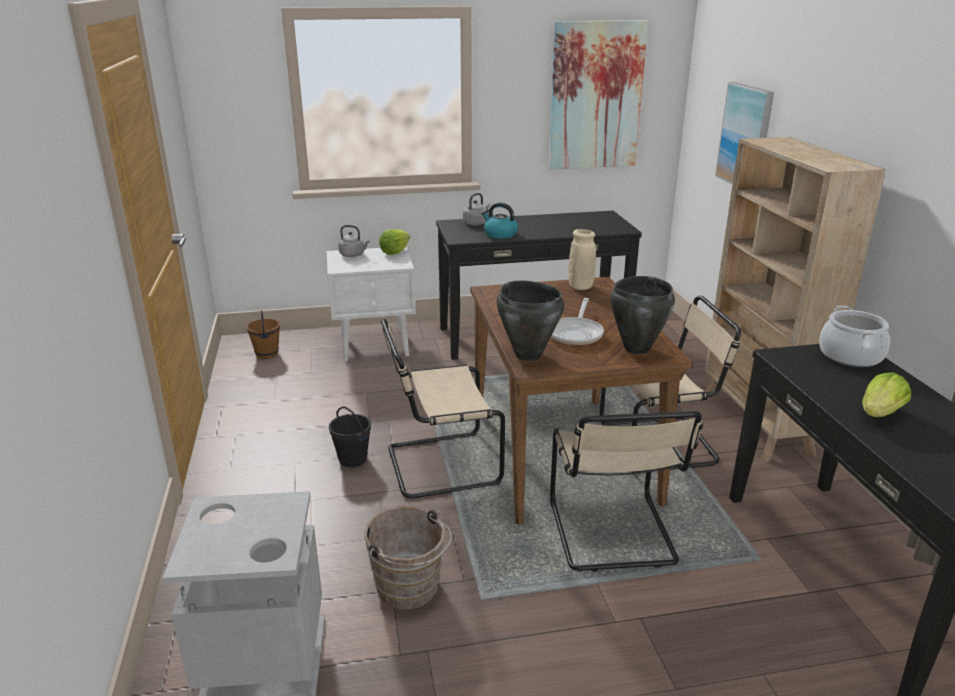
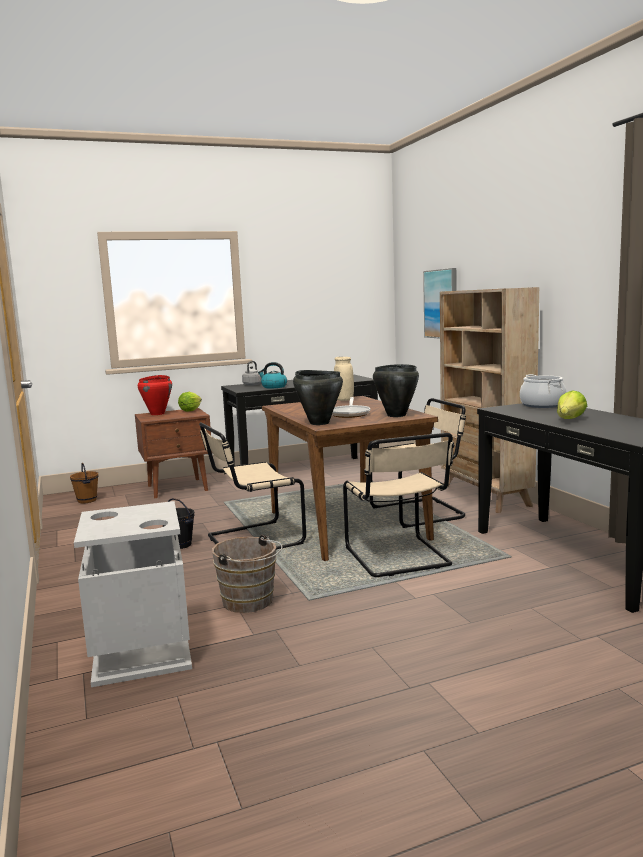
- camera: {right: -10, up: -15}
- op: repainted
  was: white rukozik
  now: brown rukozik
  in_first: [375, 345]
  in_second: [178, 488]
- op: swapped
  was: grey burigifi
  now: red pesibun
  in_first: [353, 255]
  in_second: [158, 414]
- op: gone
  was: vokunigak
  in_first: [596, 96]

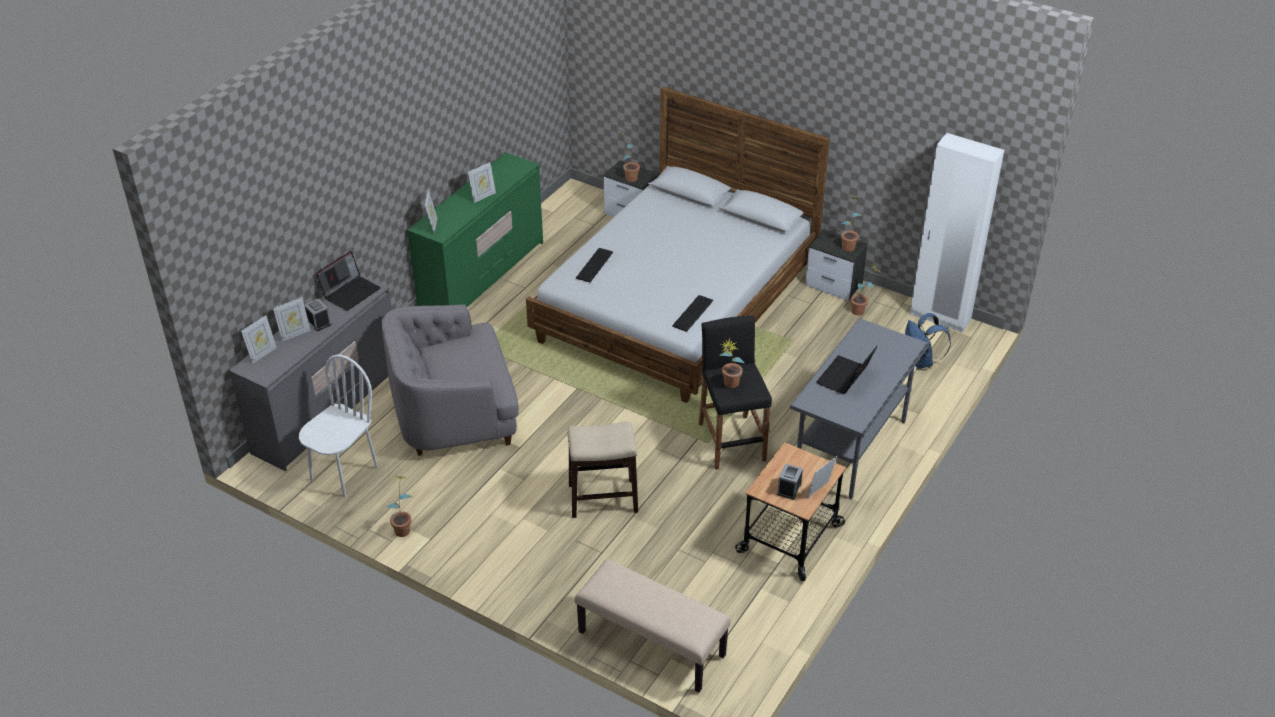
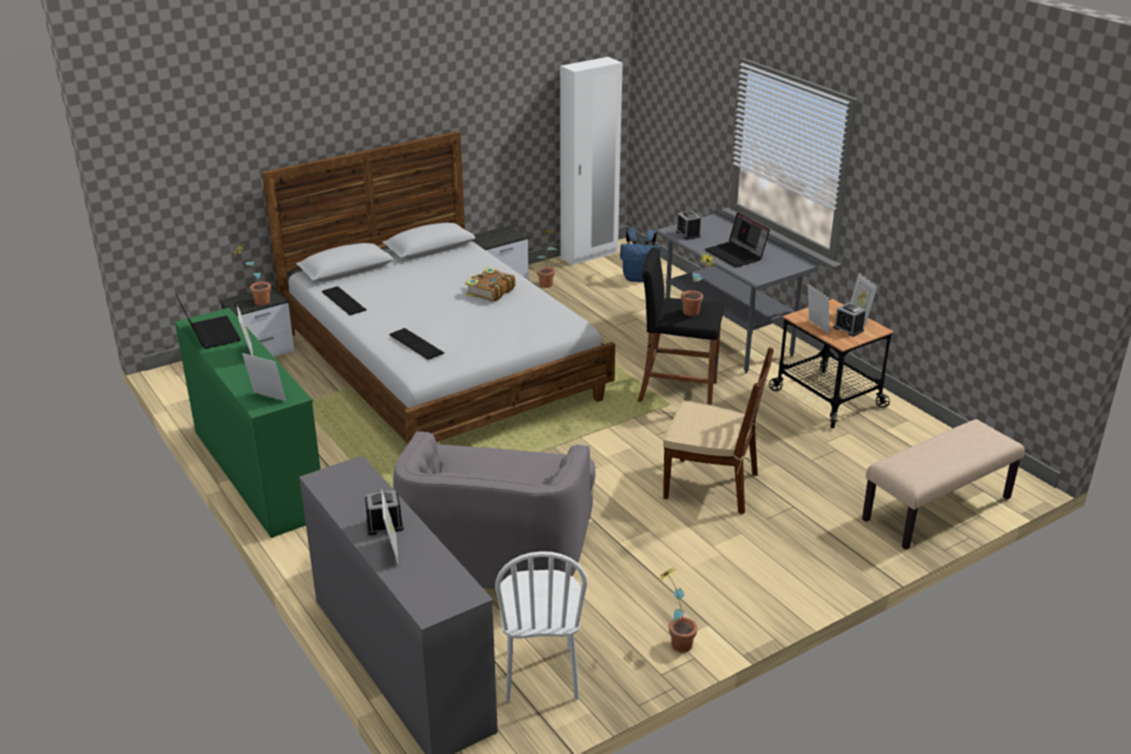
- camera: {right: -65, up: -10}
- op: shifted
  was: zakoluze
  in_first: [351, 292]
  in_second: [210, 334]
- op: shifted
  was: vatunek
  in_first: [694, 313]
  in_second: [344, 300]
- op: new
  now: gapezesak
  in_second: [490, 292]
- op: rotated
  was: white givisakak
  in_first: [344, 473]
  in_second: [540, 674]
  clockwise: -150
- op: swapped
  was: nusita
  now: brown givisakak
  in_first: [602, 498]
  in_second: [712, 486]
- op: new
  now: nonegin
  in_second: [688, 234]
- op: shifted
  was: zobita
  in_first: [262, 354]
  in_second: [816, 327]
- op: gone
  was: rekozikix
  in_first: [848, 245]

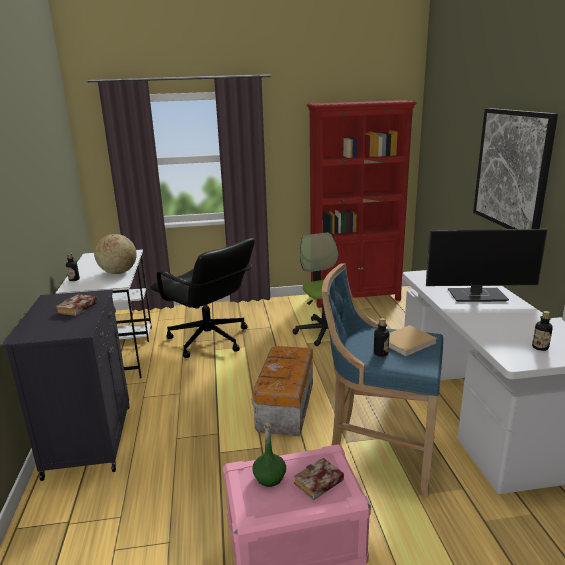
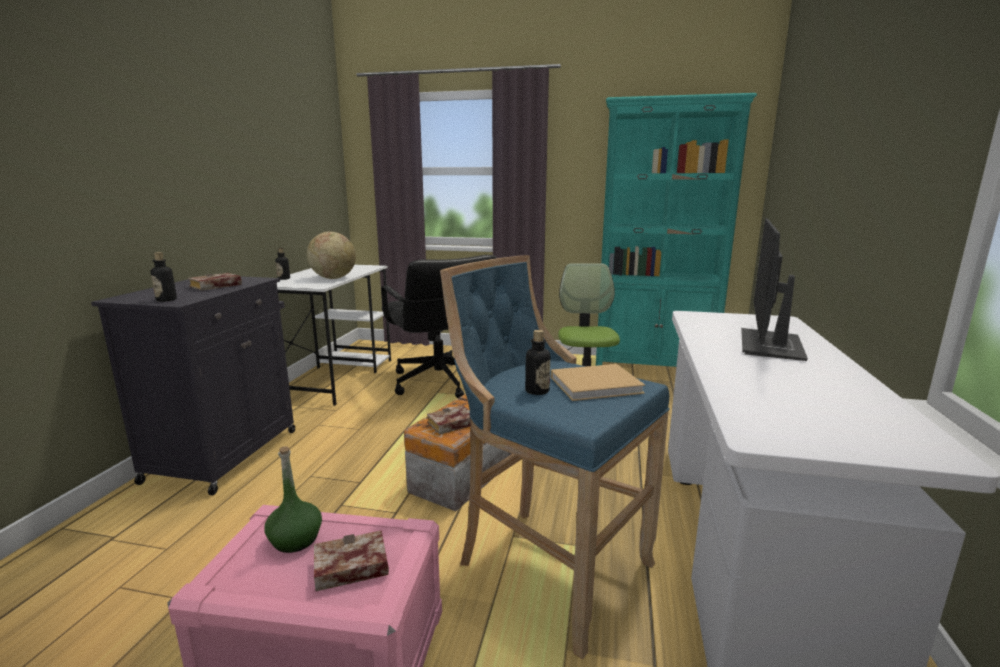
- camera: {right: 20, up: -5}
- op: shifted
  was: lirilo
  in_first: [540, 347]
  in_second: [166, 300]
- op: new
  now: gapezesak
  in_second: [451, 425]
- op: repainted
  was: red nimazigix
  now: turquoise nimazigix
  in_first: [355, 297]
  in_second: [654, 367]
- op: rotated
  was: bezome
  in_first: [478, 295]
  in_second: [771, 346]
  clockwise: 90
- op: gone
  was: vokunigak
  in_first: [512, 170]

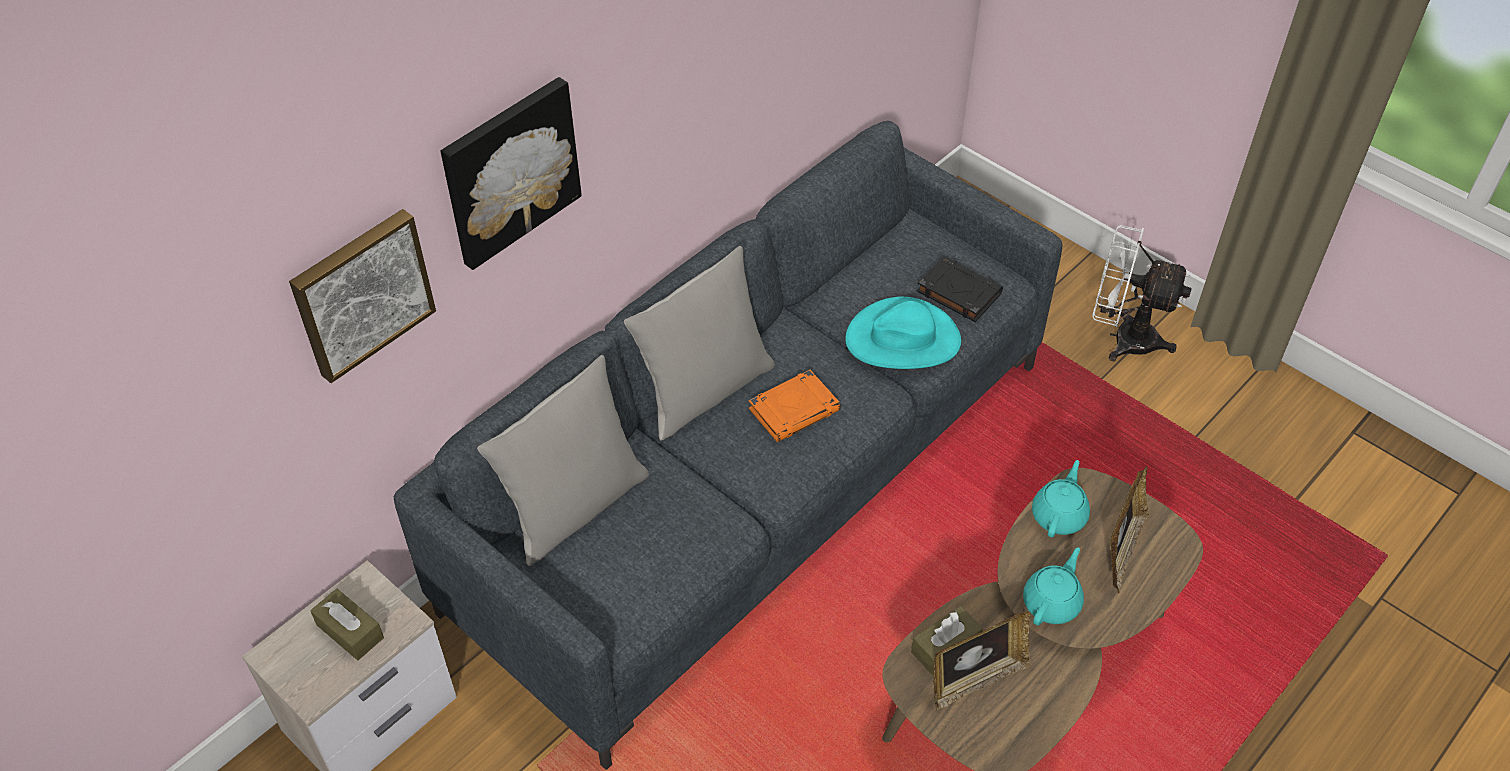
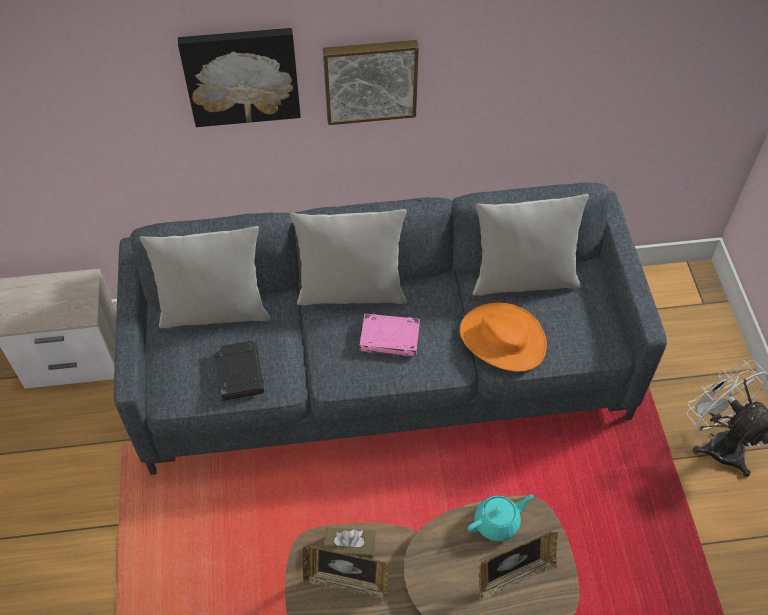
- camera: {right: 40, up: 5}
- op: shifted
  was: black gapezesak
  in_first: [957, 292]
  in_second: [239, 372]
- op: shifted
  was: vokunigak
  in_first: [361, 293]
  in_second: [370, 80]
- op: repainted
  was: orange gapezesak
  now: pink gapezesak
  in_first: [794, 409]
  in_second: [390, 338]
- op: repainted
  was: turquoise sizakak
  now: orange sizakak
  in_first: [903, 339]
  in_second: [502, 339]
- op: new
  now: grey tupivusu
  in_second: [523, 279]
- op: gone
  was: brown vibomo
  in_first: [350, 631]
- op: gone
  was: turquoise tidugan
  in_first: [1052, 602]

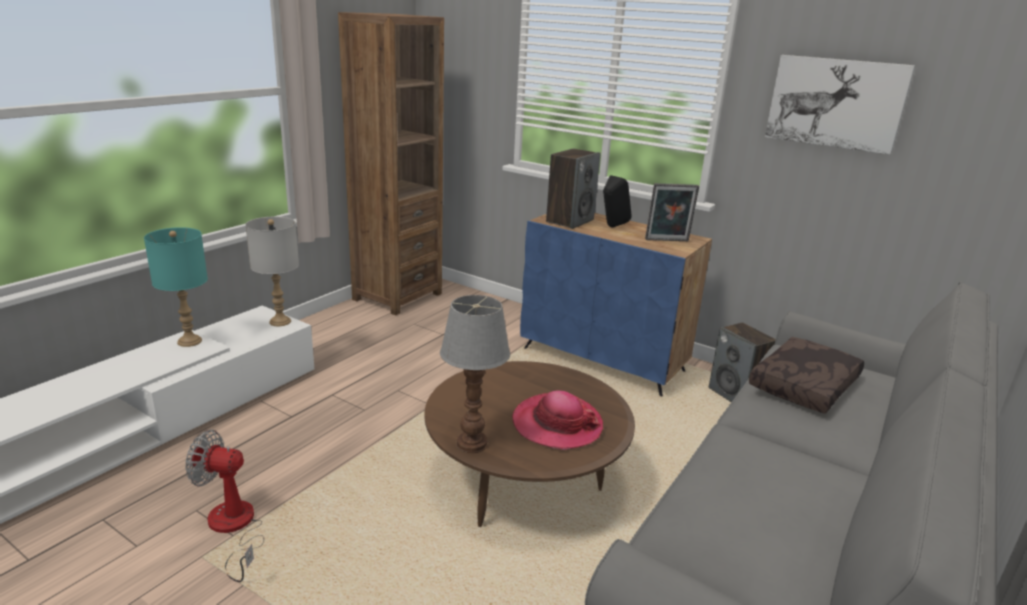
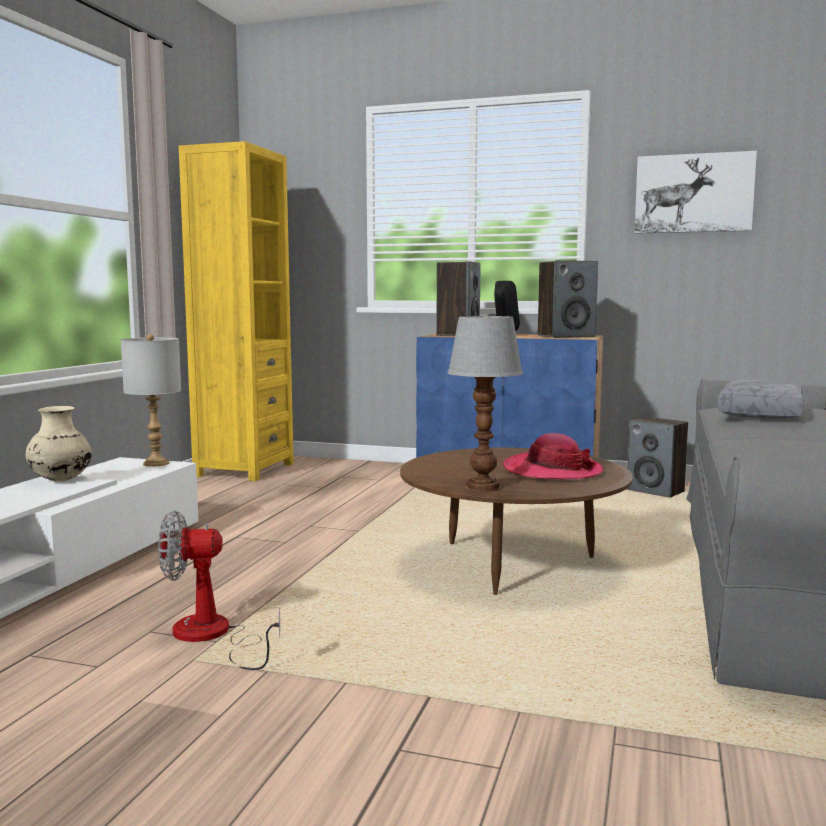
- camera: {right: -15, up: -15}
- op: swapped
  was: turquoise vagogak
  now: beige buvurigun
  in_first: [189, 341]
  in_second: [60, 480]
- op: repainted
  was: brown nimazigix
  now: yellow nimazigix
  in_first: [397, 296]
  in_second: [244, 469]
- op: swapped
  was: zobita
  now: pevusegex
  in_first: [667, 241]
  in_second: [566, 336]
- op: repainted
  was: brown tupivusu
  now: grey tupivusu
  in_first: [805, 386]
  in_second: [762, 413]

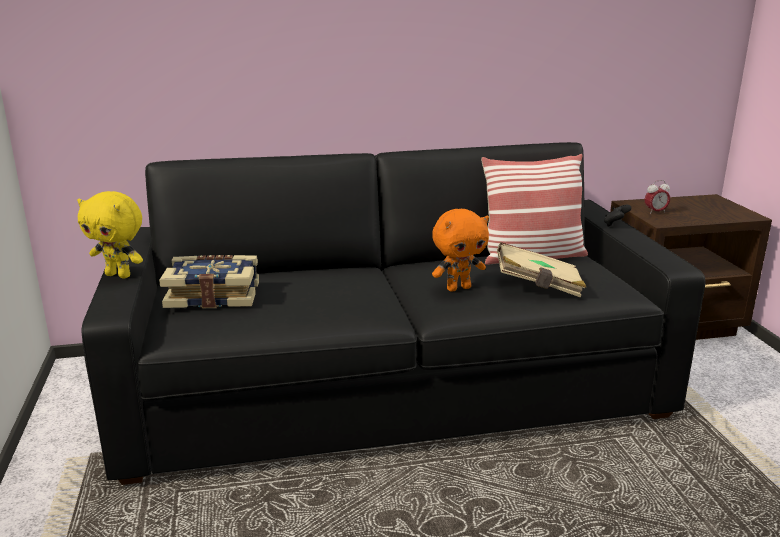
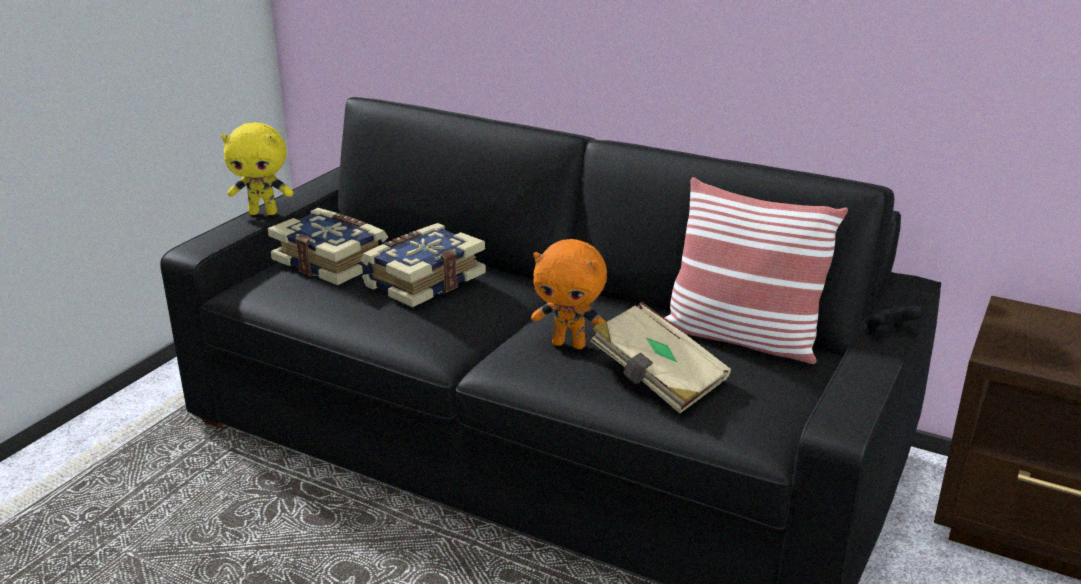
- camera: {right: 40, up: 5}
- op: rotated
  was: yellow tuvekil
  in_first: [119, 275]
  in_second: [263, 213]
  clockwise: -60
- op: new
  now: gapezesak
  in_second: [423, 280]
- op: gone
  was: nonegin
  in_first: [655, 212]

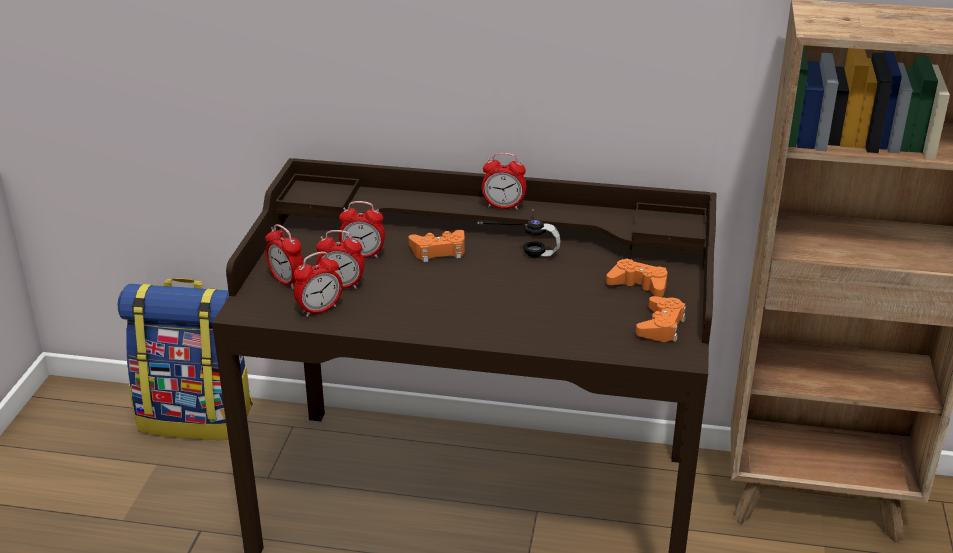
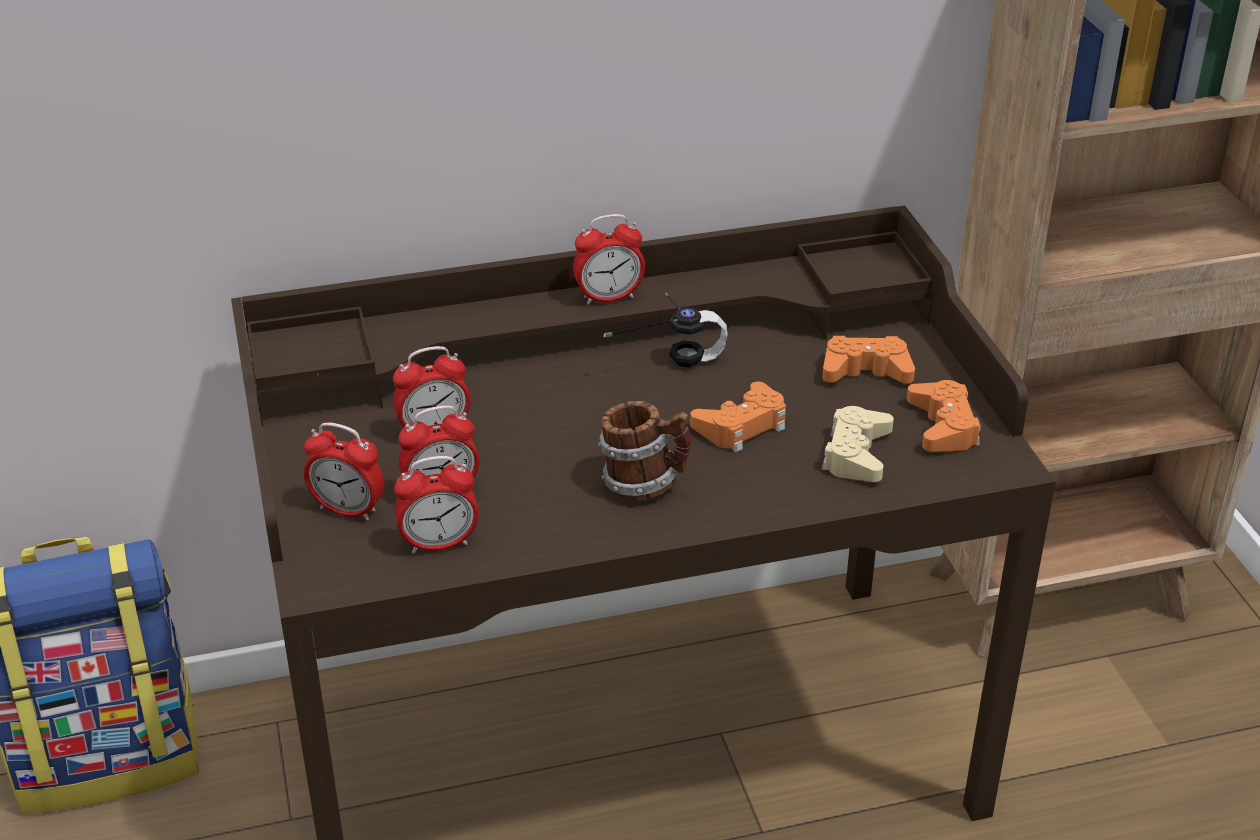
- camera: {right: -25, up: 5}
- op: rotated
  was: nonegin
  in_first: [319, 309]
  in_second: [439, 544]
  clockwise: 45
- op: new
  now: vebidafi
  in_second: [645, 484]
- op: shifted
  was: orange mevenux
  in_first: [439, 251]
  in_second: [741, 426]
- op: new
  now: beige mevenux
  in_second: [856, 454]

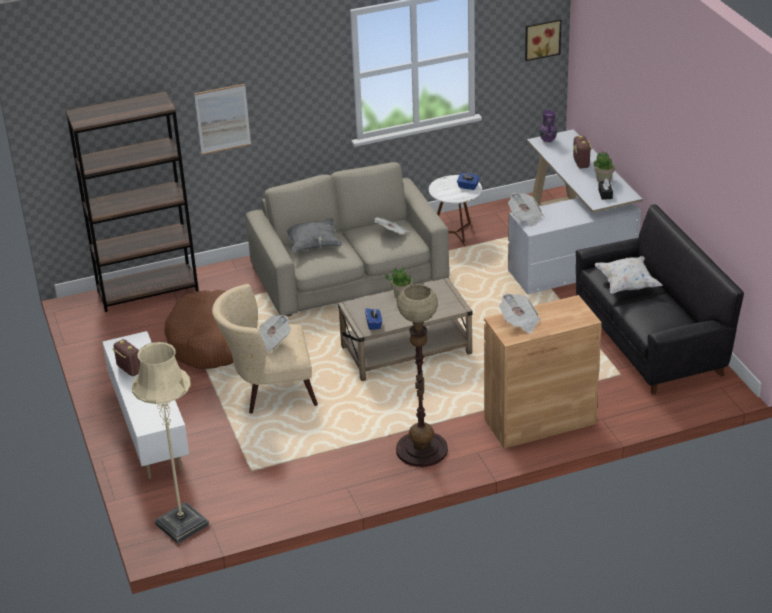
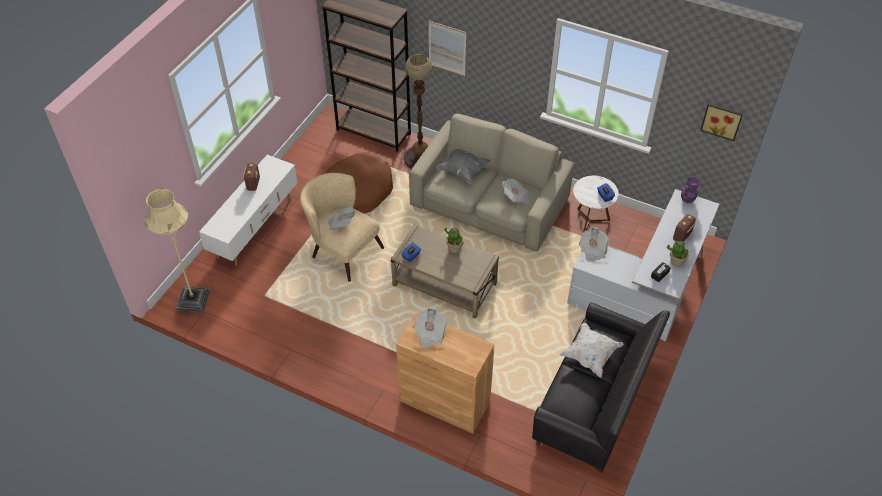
- camera: {right: 45, up: 15}
- op: shifted
  was: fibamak
  in_first: [421, 449]
  in_second: [420, 158]

